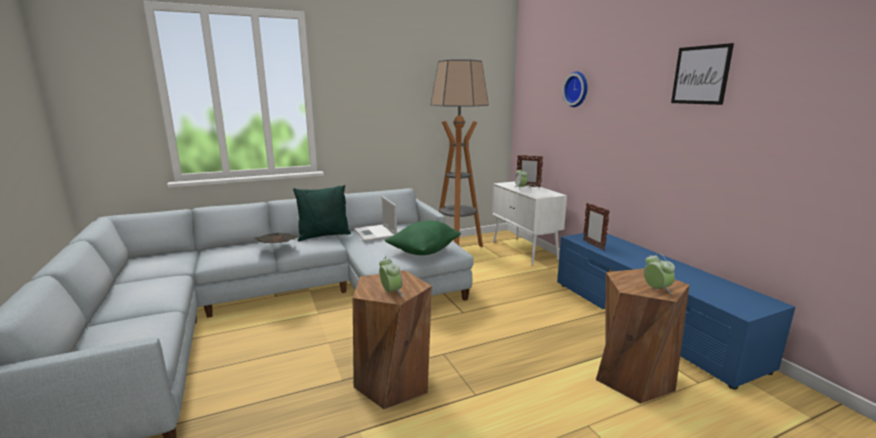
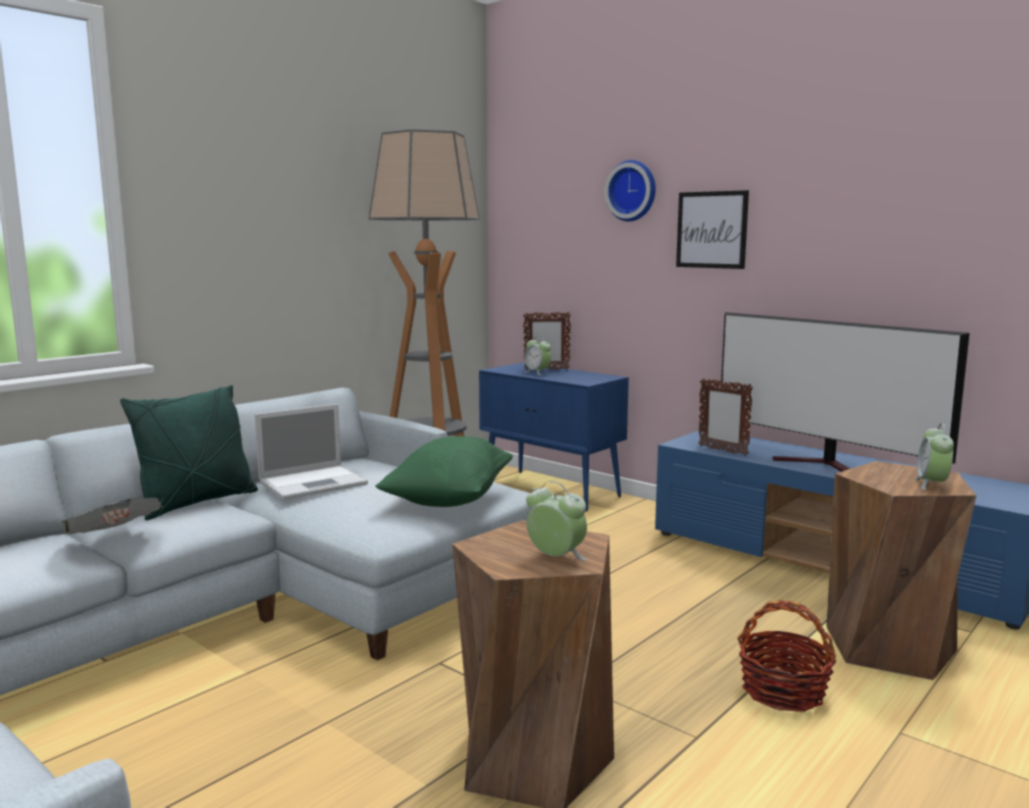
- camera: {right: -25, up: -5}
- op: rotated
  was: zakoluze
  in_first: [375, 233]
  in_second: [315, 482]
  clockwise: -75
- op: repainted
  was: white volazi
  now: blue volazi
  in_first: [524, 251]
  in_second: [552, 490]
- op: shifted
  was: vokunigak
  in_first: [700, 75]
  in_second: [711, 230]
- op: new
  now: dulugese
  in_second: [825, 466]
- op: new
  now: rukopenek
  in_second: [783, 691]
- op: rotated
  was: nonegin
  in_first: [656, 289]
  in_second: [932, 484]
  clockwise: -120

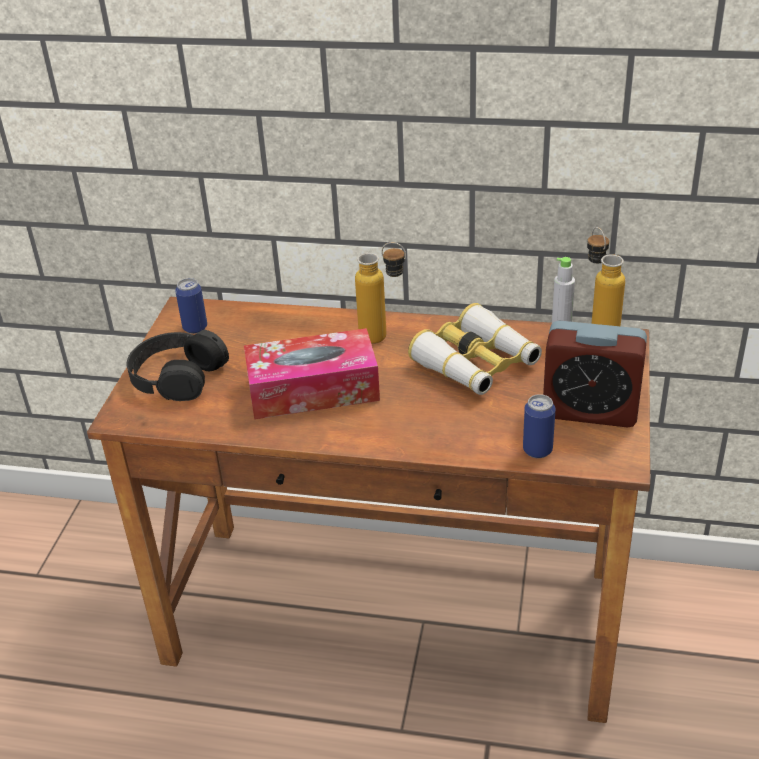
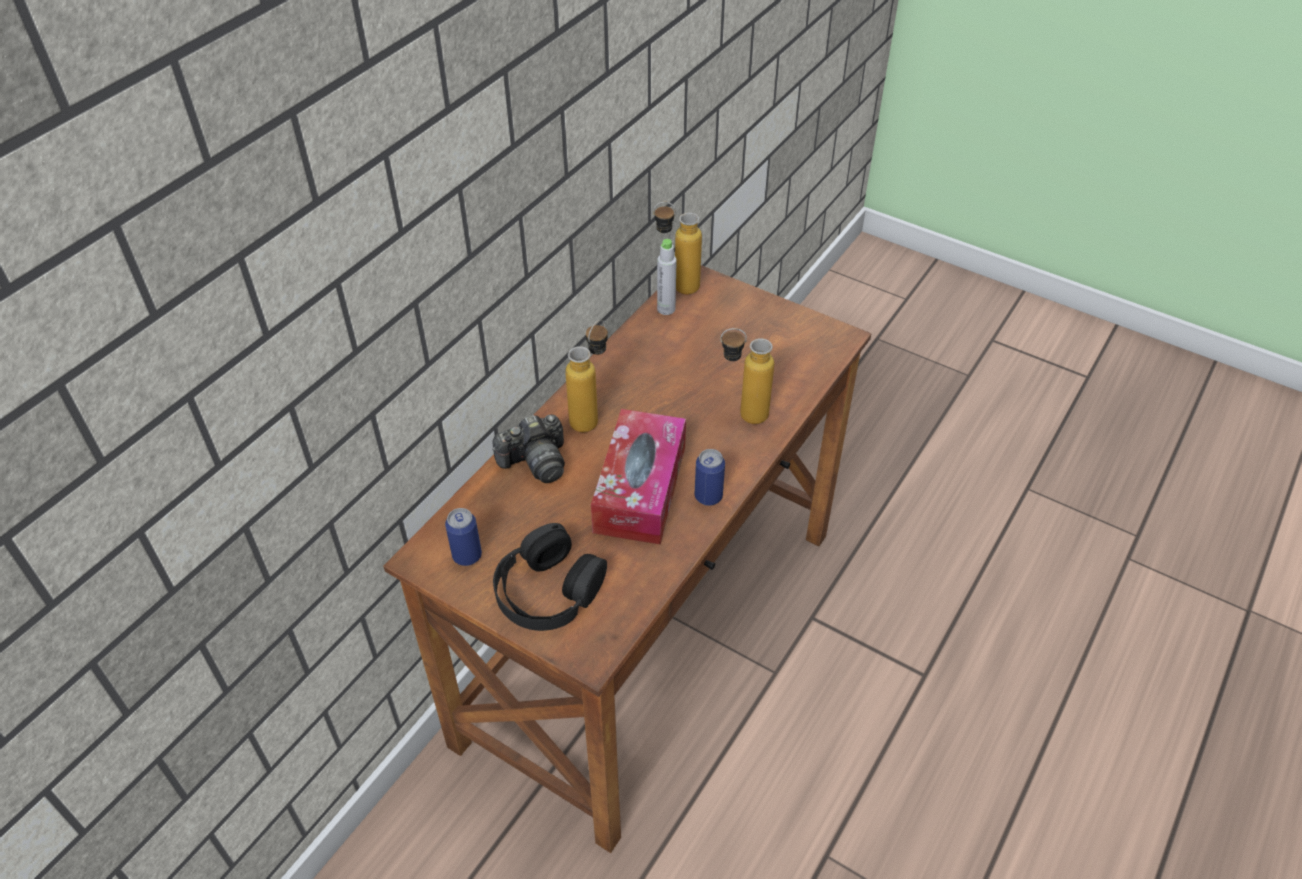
- camera: {right: -70, up: 10}
- op: new
  now: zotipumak
  in_second: [535, 462]
- op: shifted
  was: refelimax
  in_first: [537, 450]
  in_second: [708, 496]
- op: new
  now: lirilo
  in_second: [742, 415]
- op: gone
  was: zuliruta
  in_first: [476, 364]
- op: gone
  was: nonegin
  in_first: [590, 410]

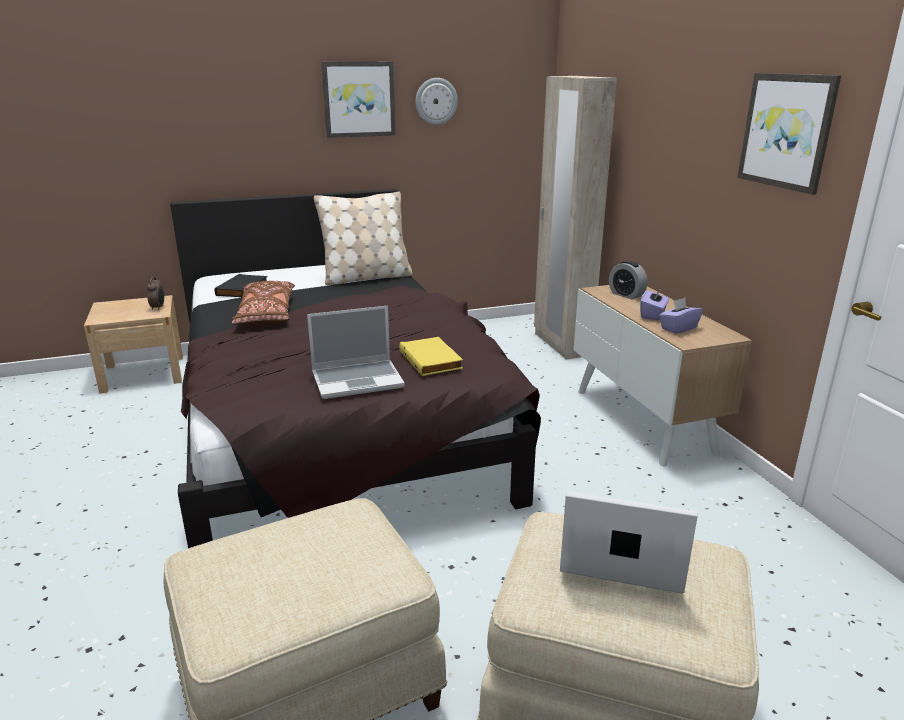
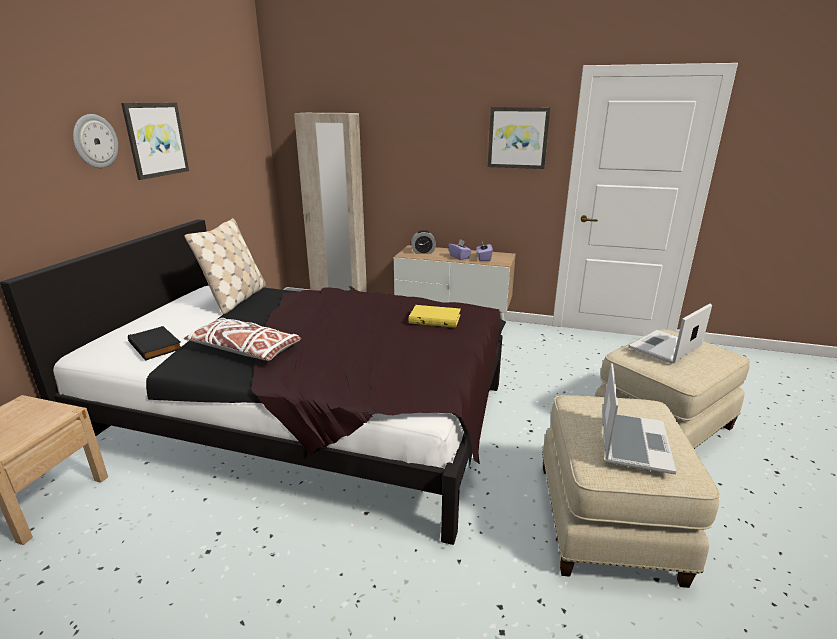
- camera: {right: -55, up: 0}
- op: shifted
  was: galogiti
  in_first: [436, 101]
  in_second: [95, 141]
- op: repainted
  was: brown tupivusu
  now: white tupivusu
  in_first: [266, 315]
  in_second: [245, 350]
- op: shifted
  was: zakoluze
  in_first: [358, 380]
  in_second: [632, 442]
- op: gone
  was: nonegin
  in_first: [158, 308]

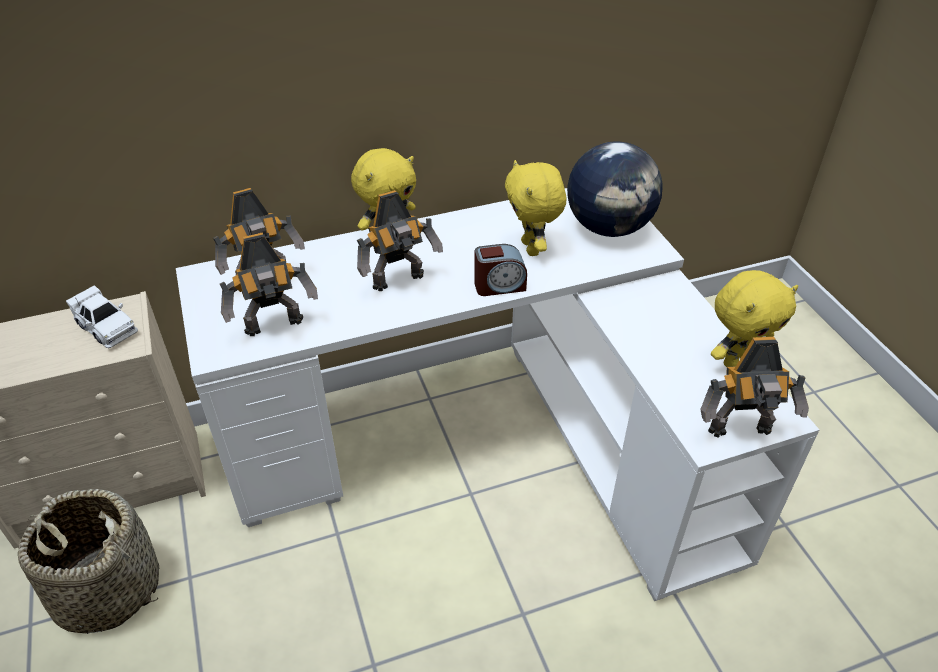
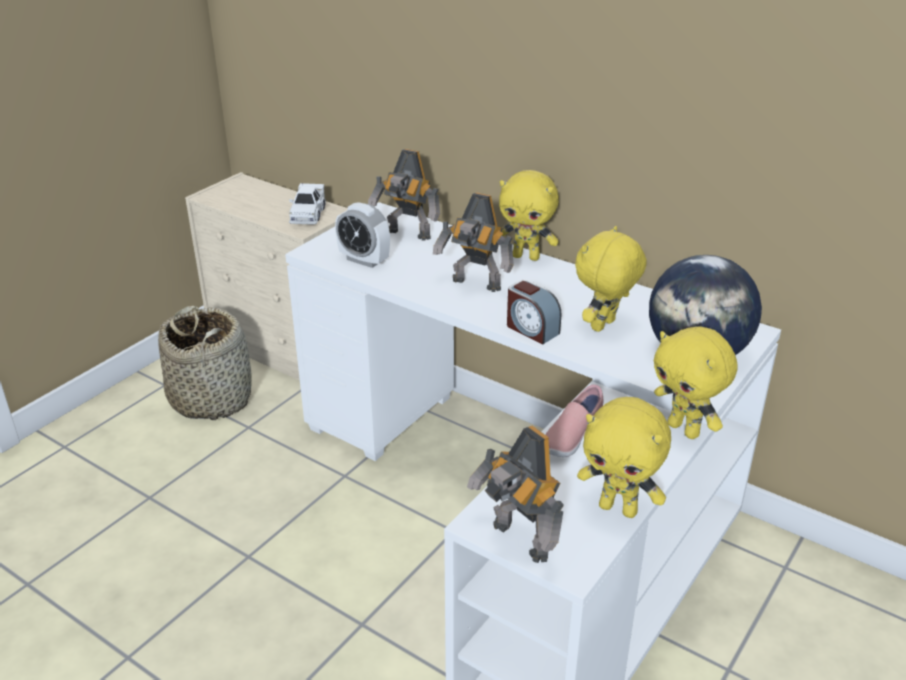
- camera: {right: 55, up: -10}
- op: swapped
  was: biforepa
  now: nonegin
  in_first: [275, 327]
  in_second: [364, 260]
- op: new
  now: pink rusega
  in_second: [571, 437]
- op: new
  now: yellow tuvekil
  in_second: [685, 430]

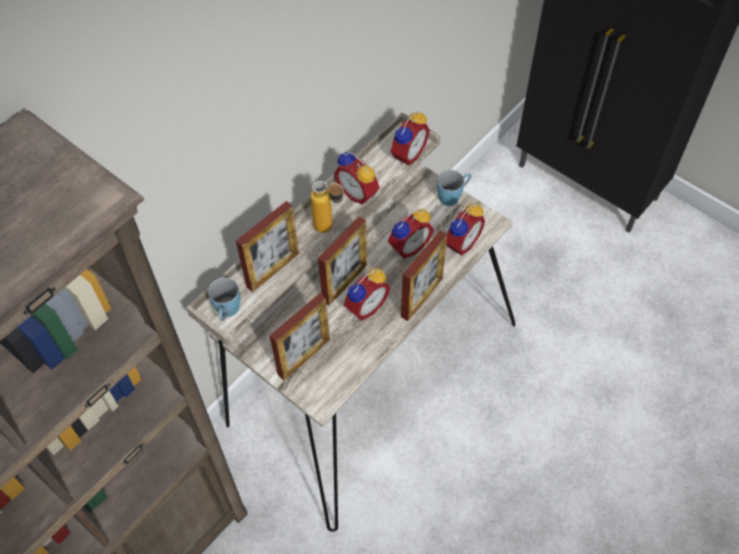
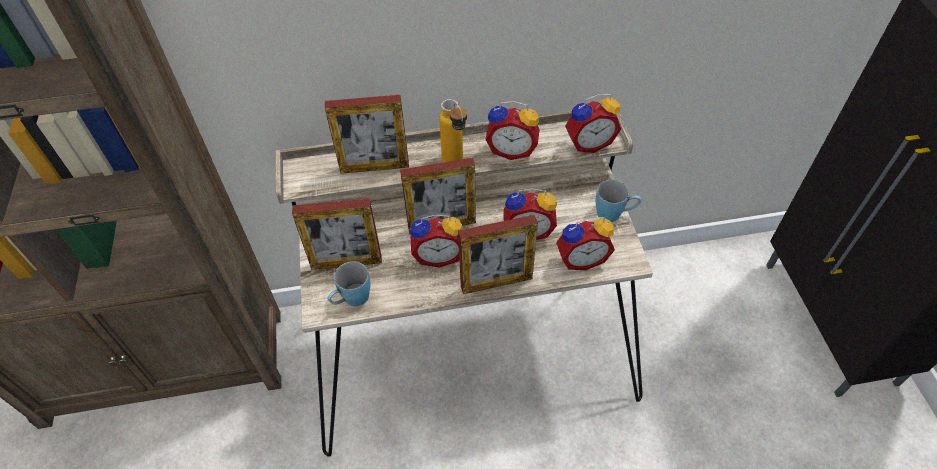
- camera: {right: 40, up: -5}
- op: shifted
  was: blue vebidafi
  in_first: [227, 312]
  in_second: [351, 300]
- op: rotated
  was: nonegin
  in_first: [359, 192]
  in_second: [512, 150]
  clockwise: -75

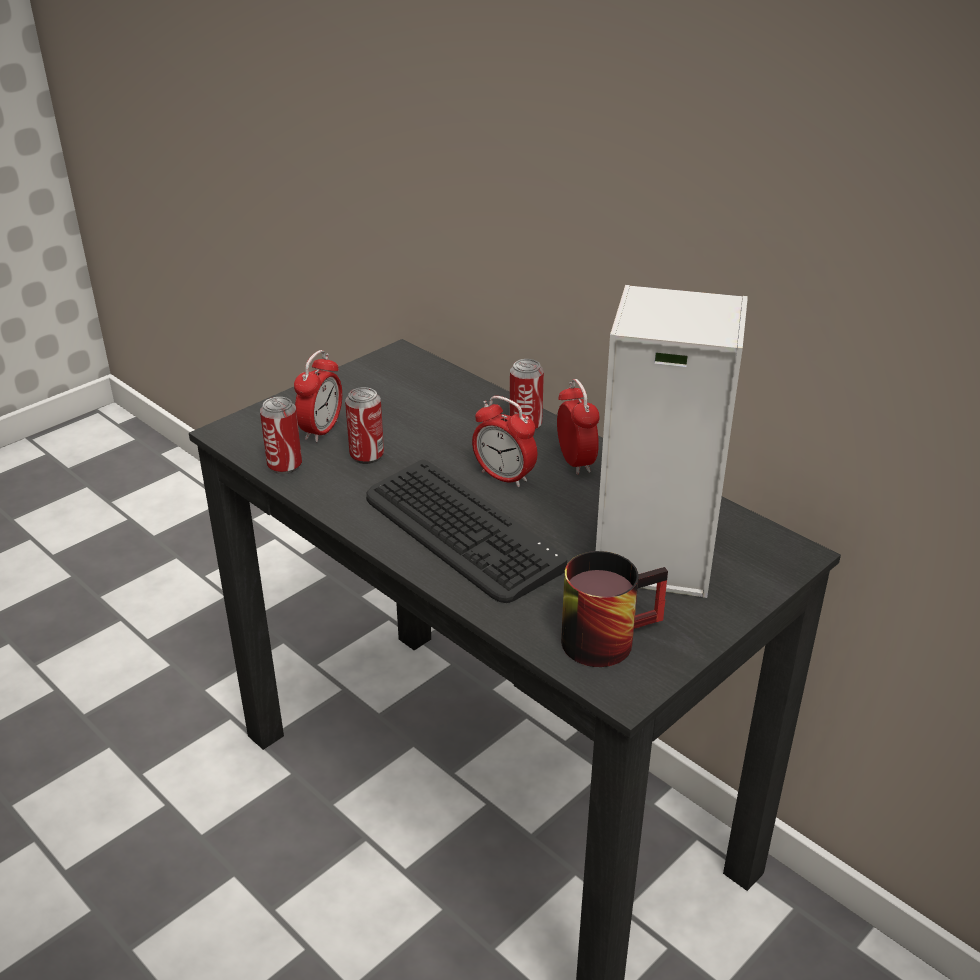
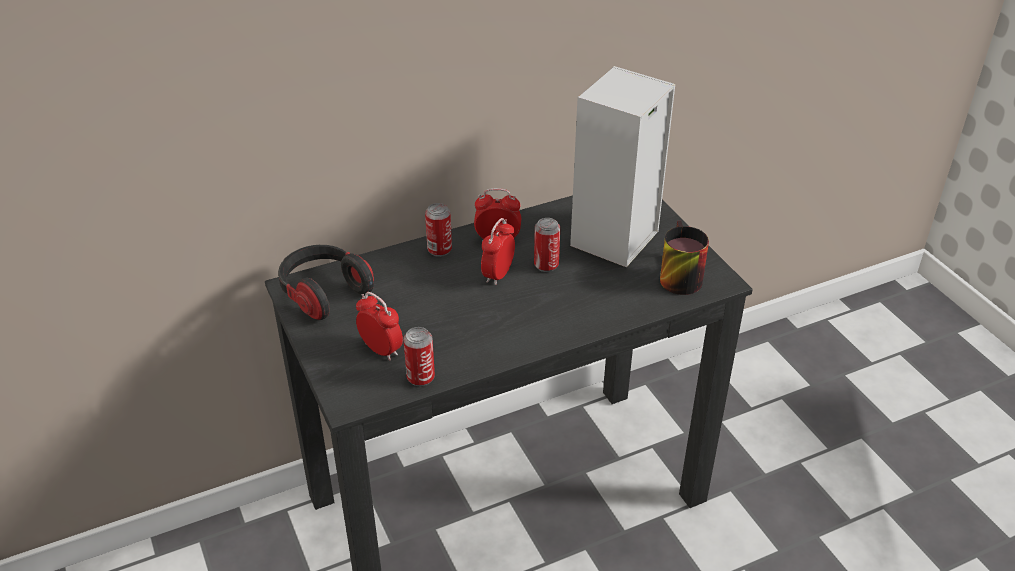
- camera: {right: -70, up: 5}
- op: new
  now: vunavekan
  in_second: [324, 293]
- op: rotated
  was: nonegin
  in_first: [504, 477]
  in_second: [498, 274]
  clockwise: 150
- op: shifted
  was: refelimax
  in_first: [367, 455]
  in_second: [546, 265]
- op: gone
  was: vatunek
  in_first: [460, 532]

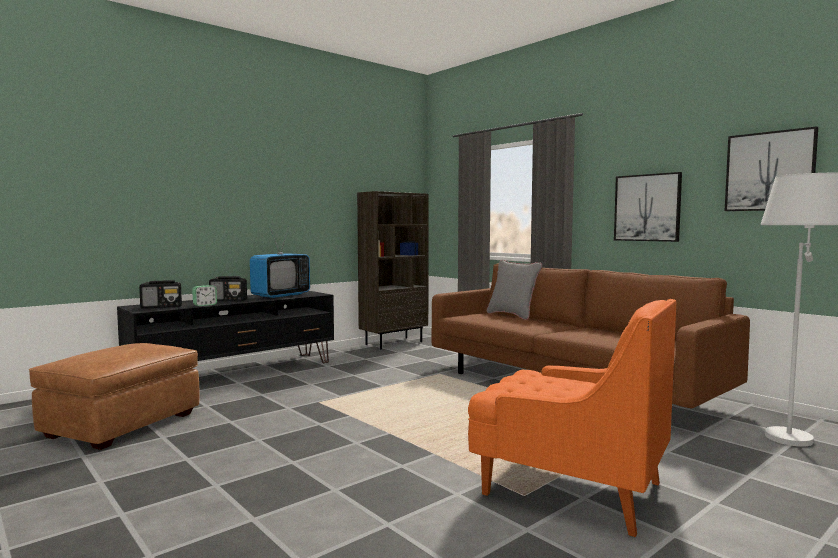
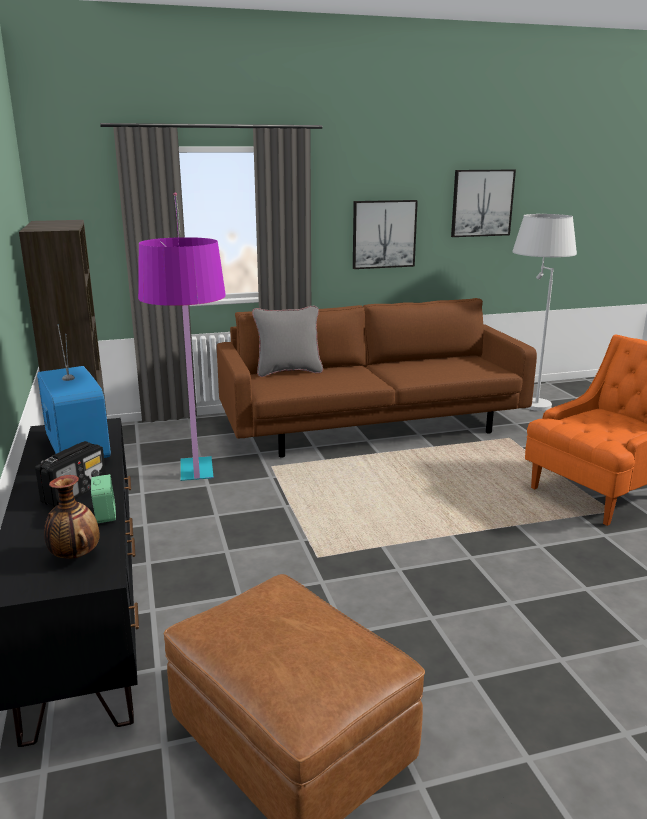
- camera: {right: -65, up: 15}
- op: swapped
  was: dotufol
  now: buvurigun
  in_first: [162, 307]
  in_second: [74, 556]
- op: new
  now: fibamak
  in_second: [198, 511]

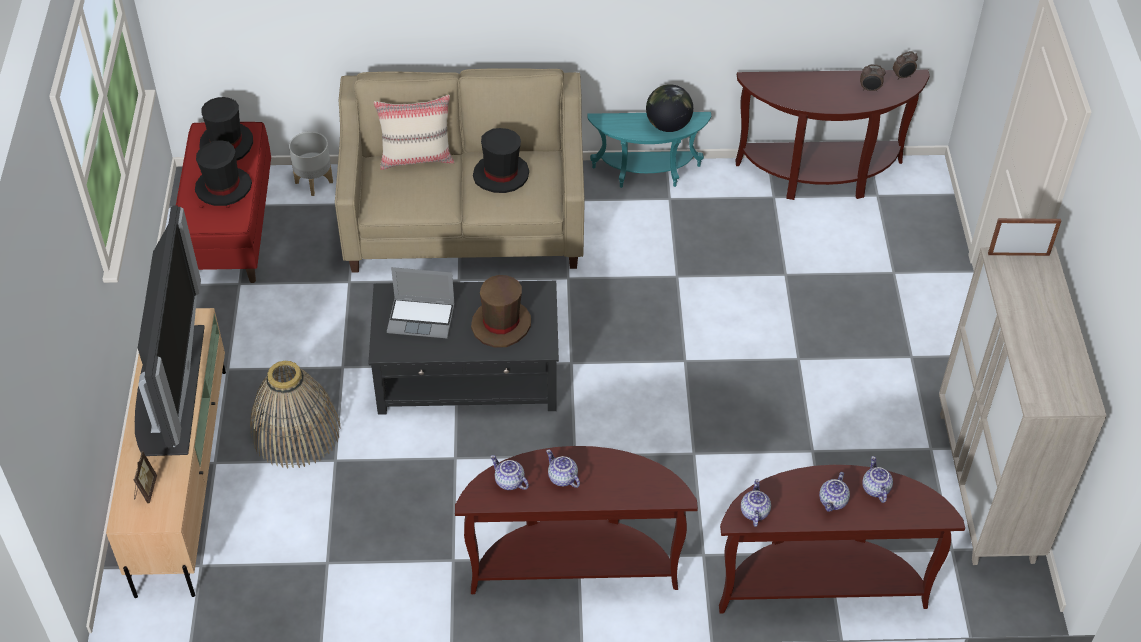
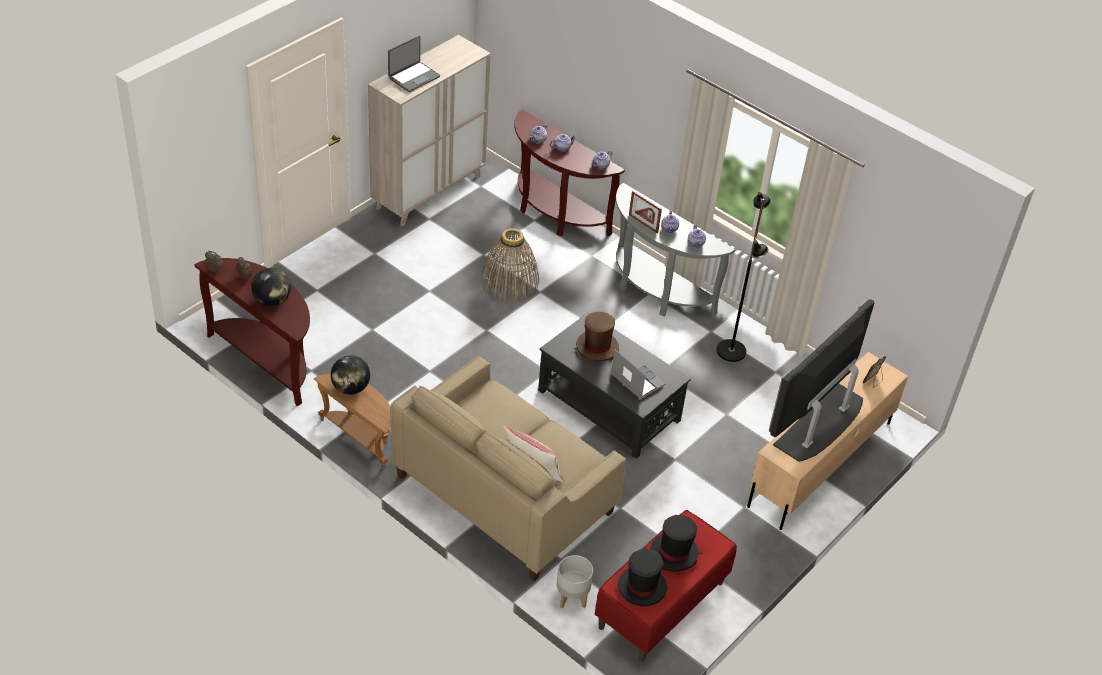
- camera: {right: -140, up: -5}
- op: new
  now: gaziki
  in_second: [272, 301]
- op: repainted
  was: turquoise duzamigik
  now: brown duzamigik
  in_first: [647, 175]
  in_second: [360, 438]
- op: new
  now: zakoluze
  in_second: [413, 77]
- op: shifted
  was: rukopenek
  in_first: [296, 432]
  in_second: [509, 282]
- op: repainted
  was: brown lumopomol
  now: grey lumopomol
  in_first: [574, 565]
  in_second: [655, 291]
- op: shifted
  was: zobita
  in_first: [1018, 254]
  in_second: [643, 223]
- op: new
  now: black fibamak
  in_second: [731, 351]
- op: gone
  was: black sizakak
  in_first: [501, 175]

